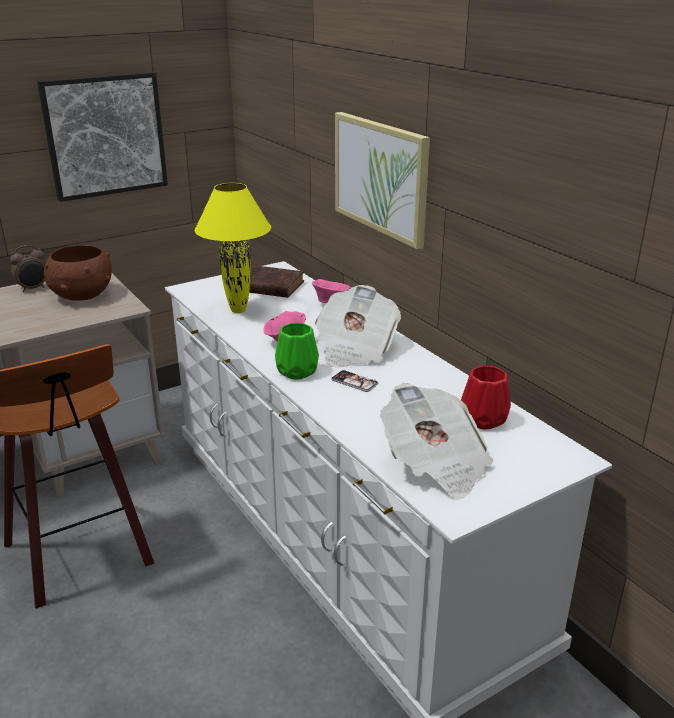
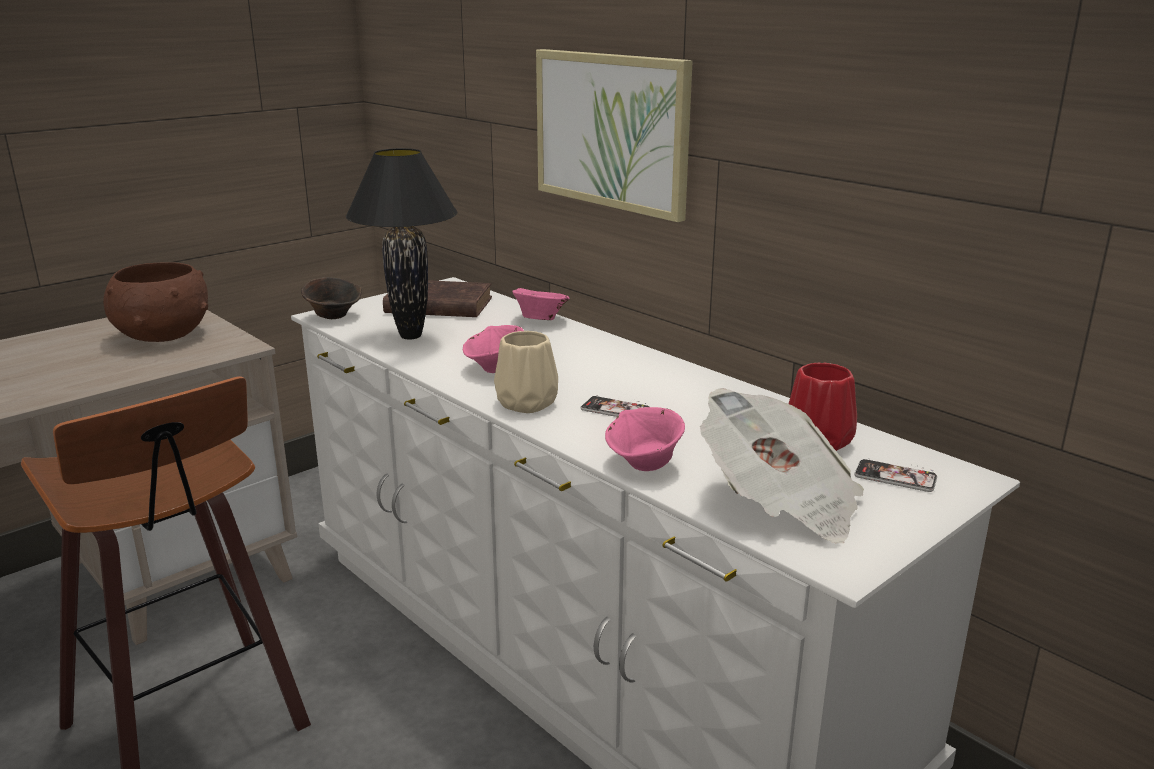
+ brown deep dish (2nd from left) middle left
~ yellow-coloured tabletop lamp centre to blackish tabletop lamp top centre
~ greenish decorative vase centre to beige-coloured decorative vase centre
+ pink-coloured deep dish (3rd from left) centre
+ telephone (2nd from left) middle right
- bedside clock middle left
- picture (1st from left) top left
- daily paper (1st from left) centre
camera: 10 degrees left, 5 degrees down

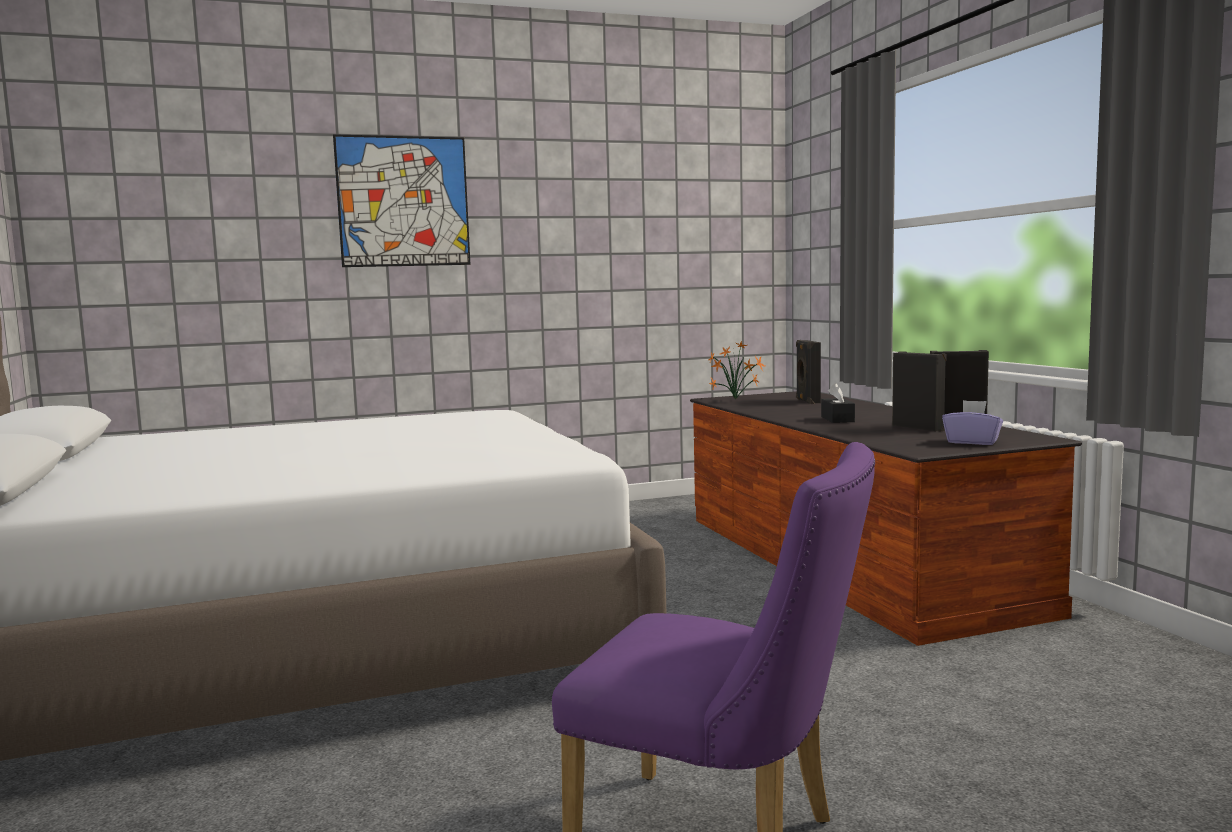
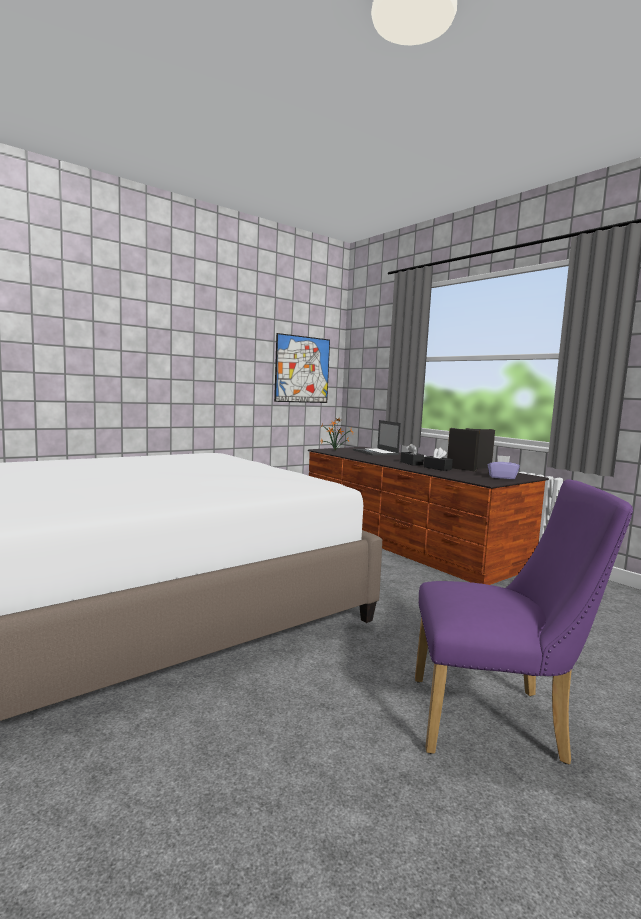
~ picture top left to centre
~ blackish speaker (1st from left) centre to portable computer centre
+ blackish tissue box (2nd from left) middle right
camera: 20 degrees left, 0 degrees up

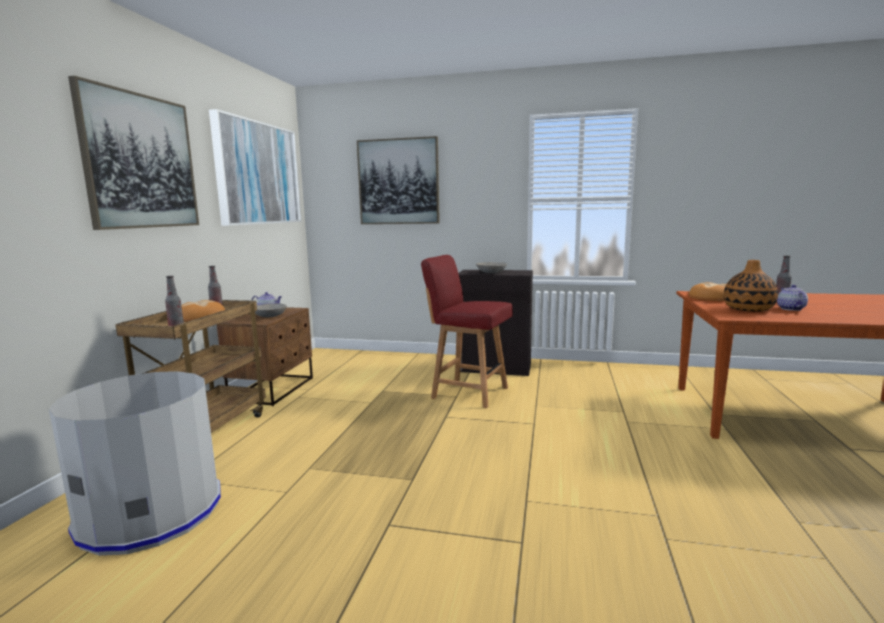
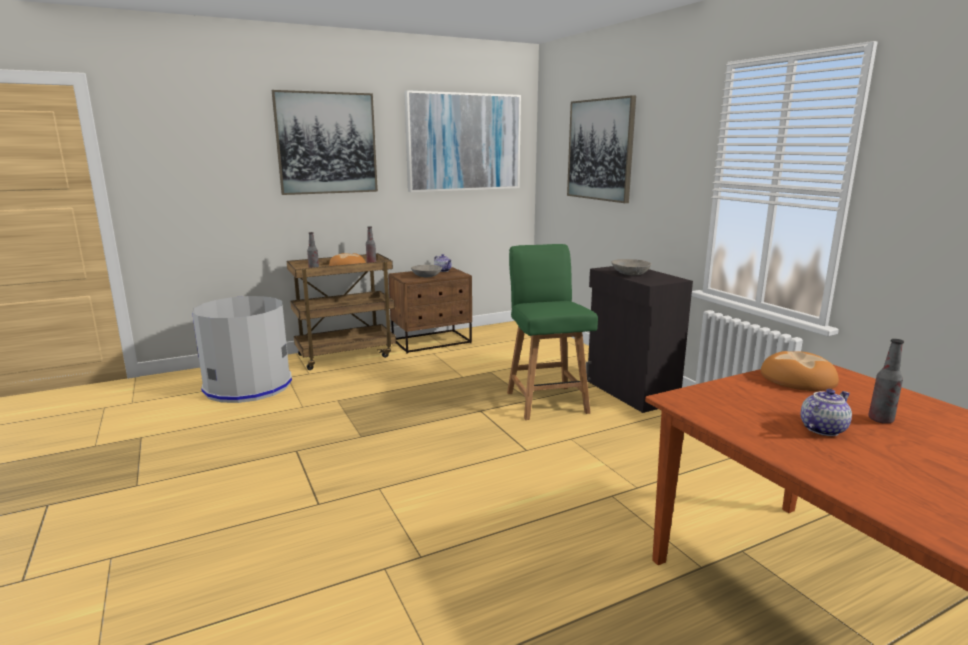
~ red-coloured chair centre to greenish chair centre
- decorative vase middle right
camera: 50 degrees right, 5 degrees up

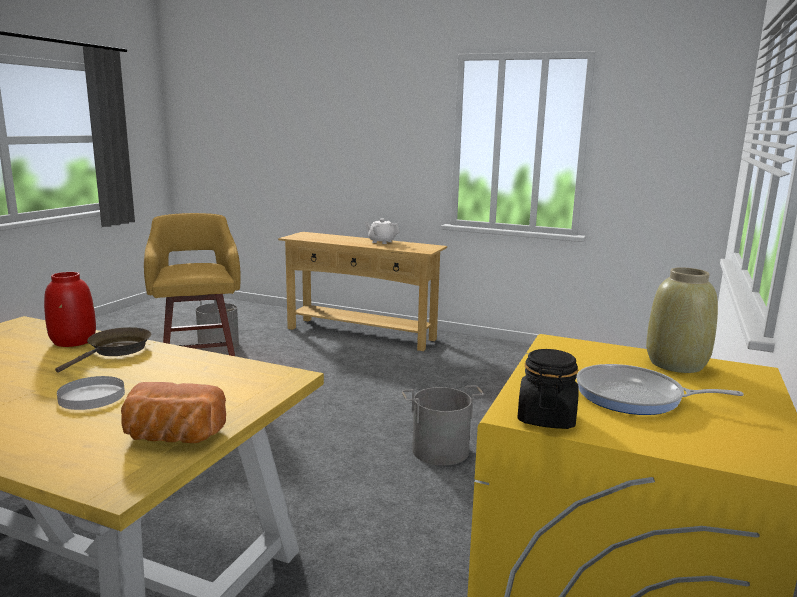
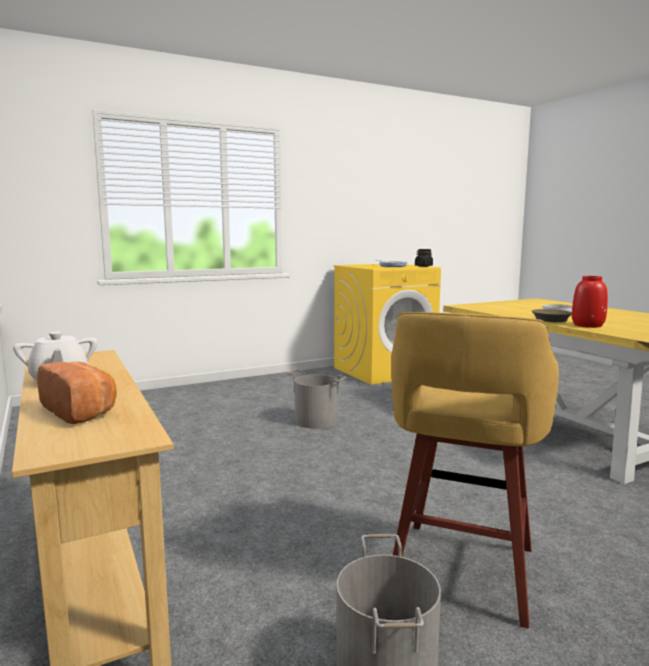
~ baked bread bottom left to middle left
- beige-coloured decorative vase middle right
camera: 140 degrees left, 5 degrees down

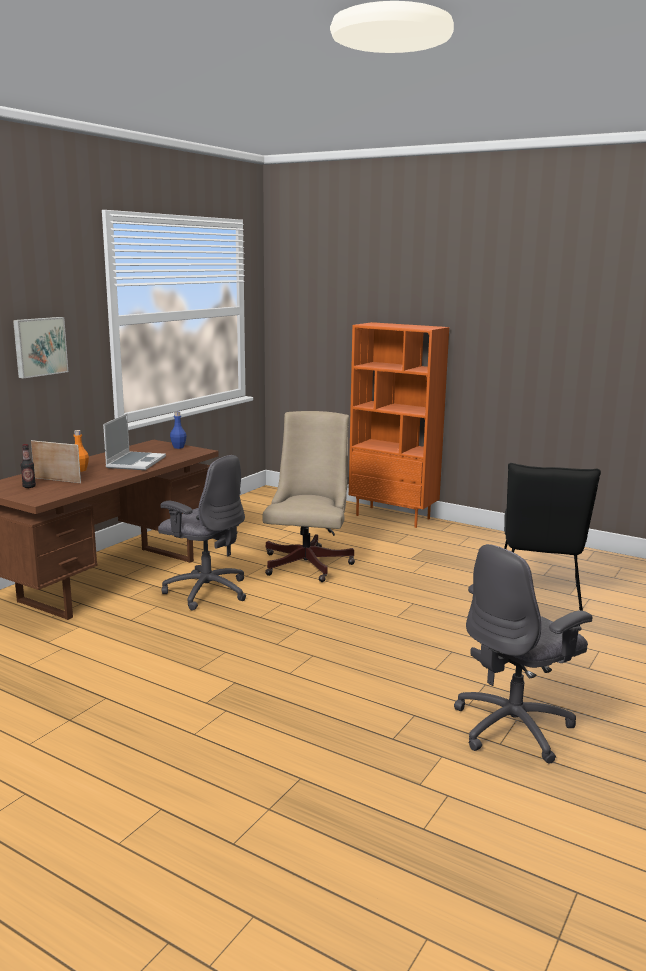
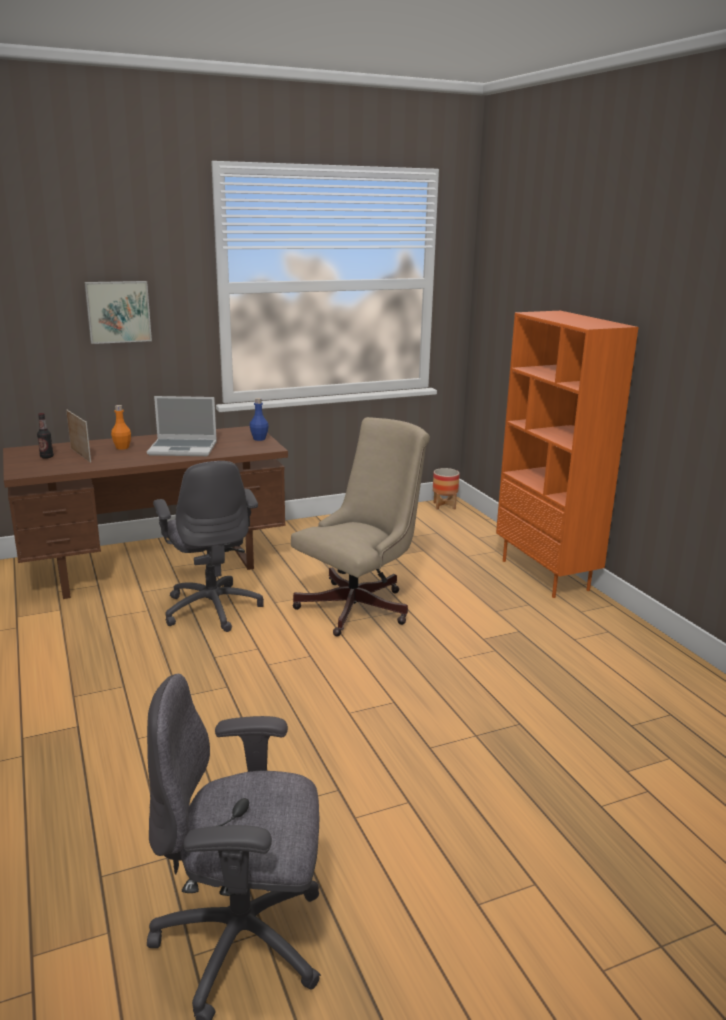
~ portable computer middle left = middle left 45 degrees clockwise
+ plant pot centre
- blackish chair middle right
camera: 35 degrees right, 5 degrees up

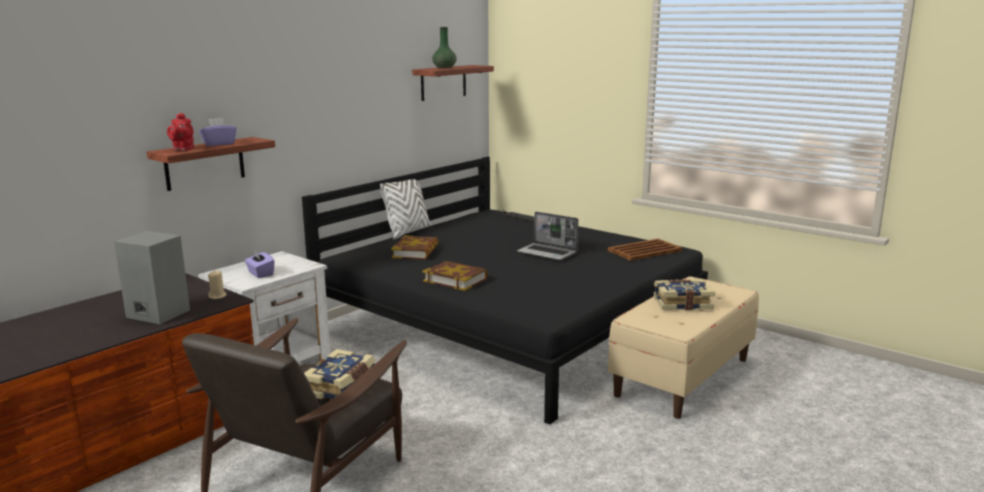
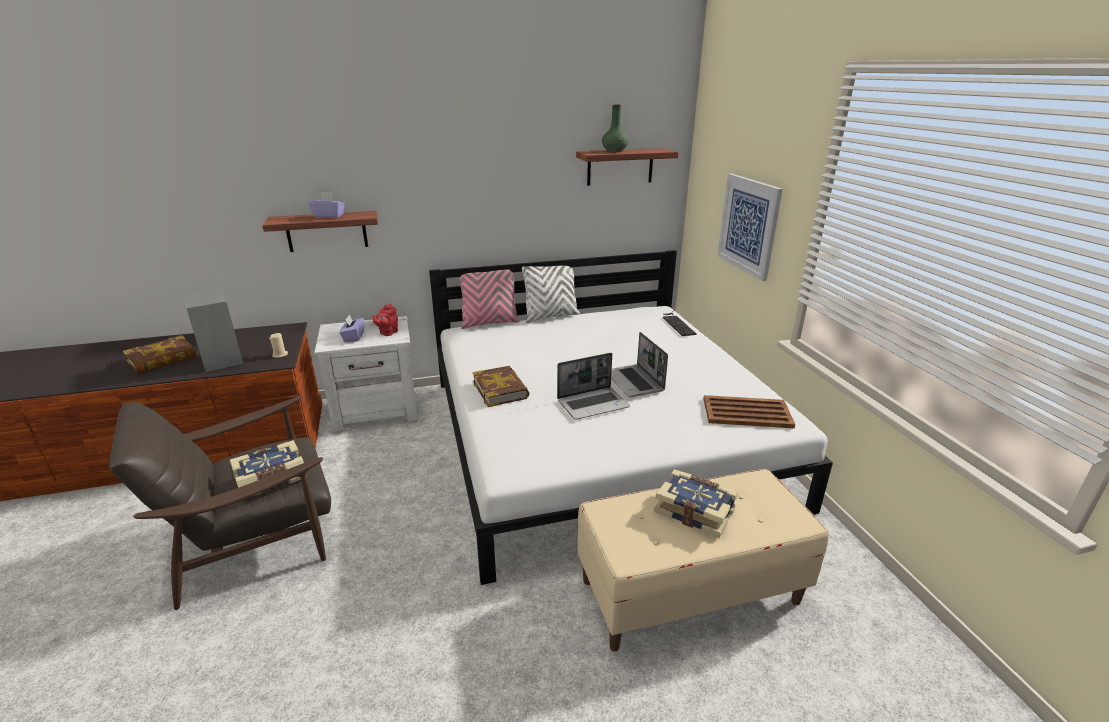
~ book (2nd from left in the first image) centre to book (1st from left) middle left
~ red-coloured tea pot top left to centre
~ blackish bed centre to white bed centre
+ pink-coloured pillow centre
+ portable computer (1st from left) centre
+ picture top right
camera: 35 degrees right, 10 degrees up

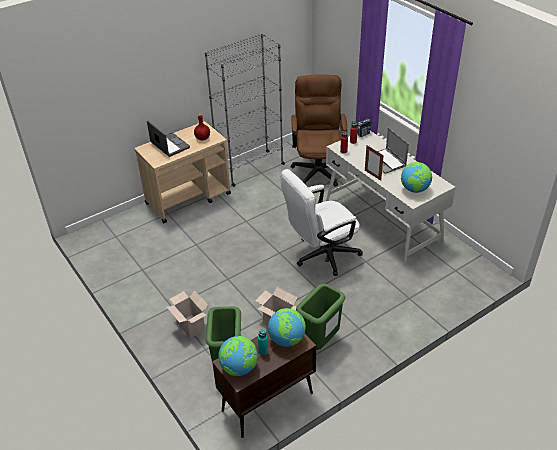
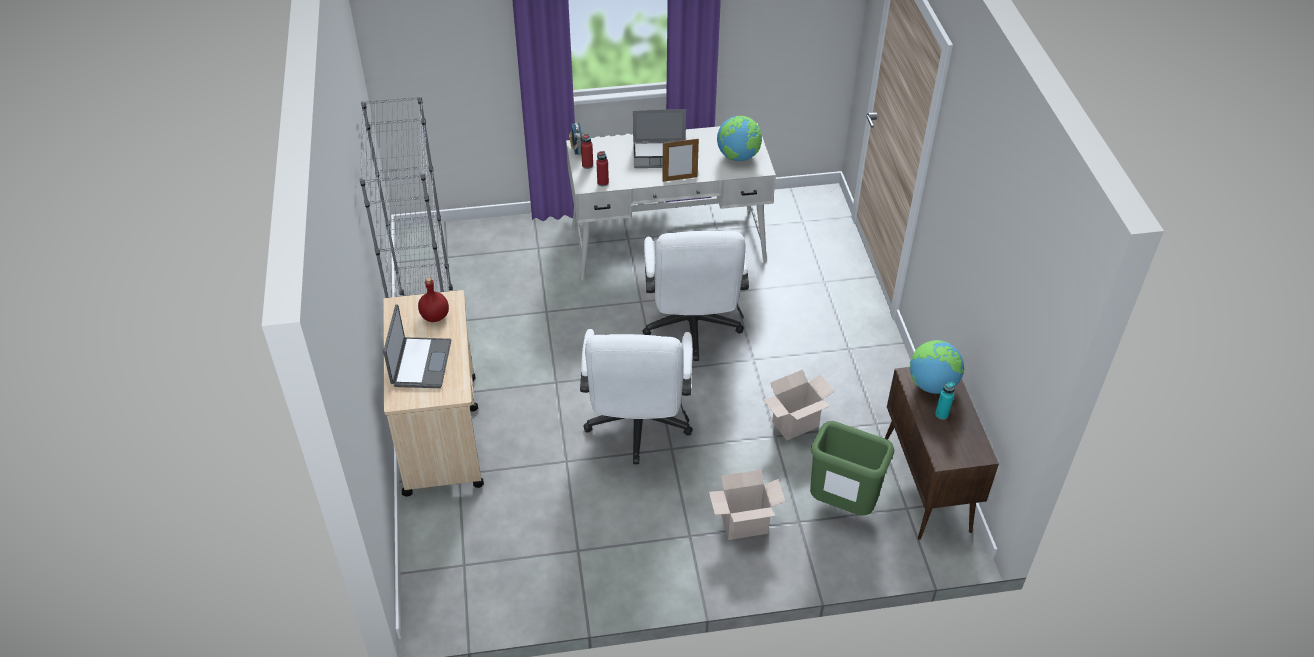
~ portable computer (1st from left) top left = middle left 105 degrees clockwise
+ white desk chair (1st from left) centre
- desk globe (1st from left) bottom centre
- brown desk chair top centre
- greenish waste bin (2nd from left) bottom centre
camera: 65 degrees left, 5 degrees up

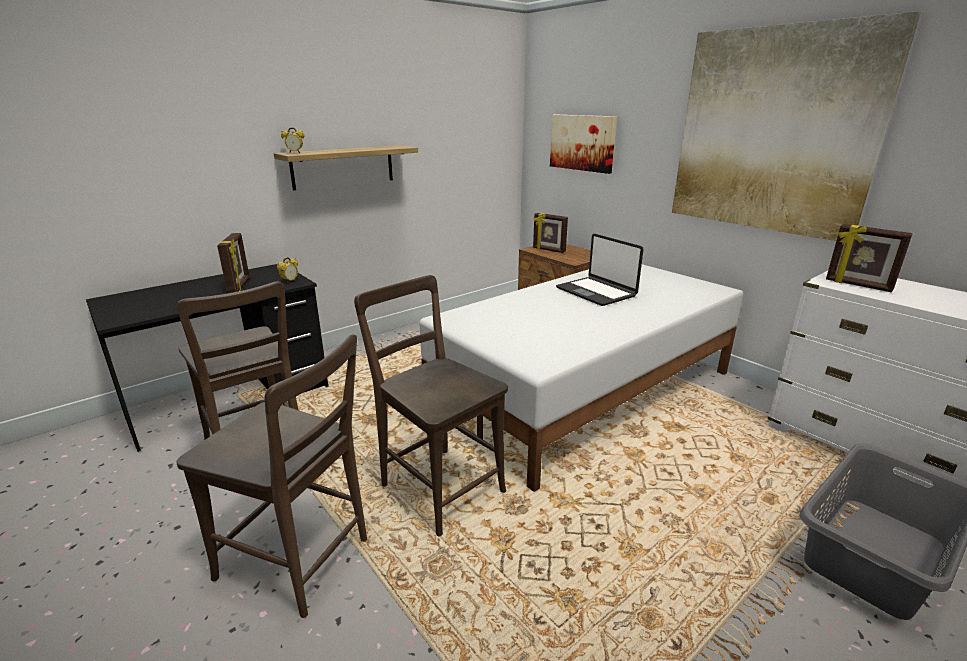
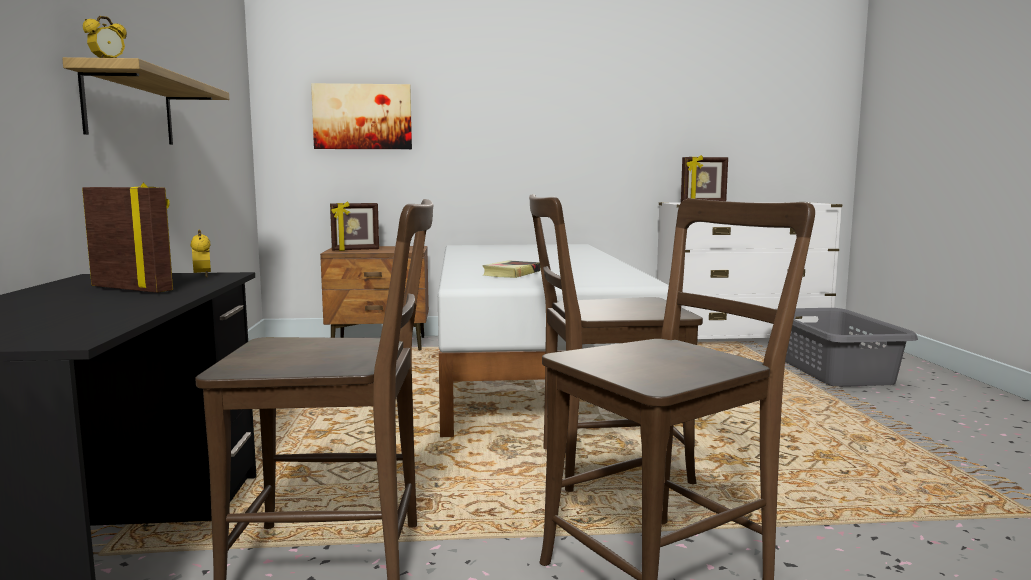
+ book centre
- portable computer centre
- picture (2nd from left) top right
camera: 55 degrees left, 15 degrees down

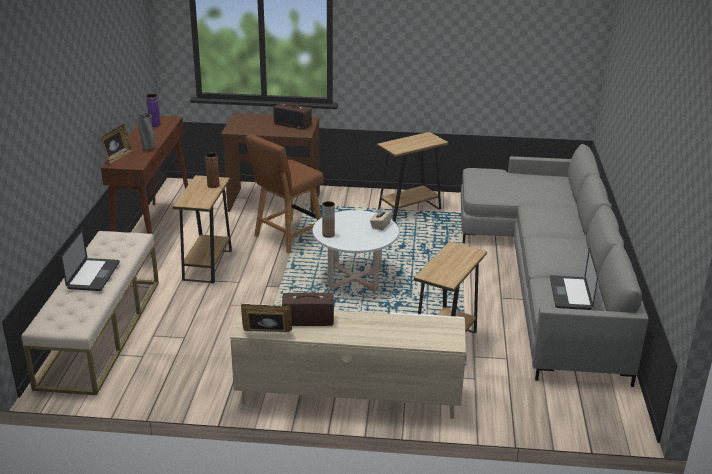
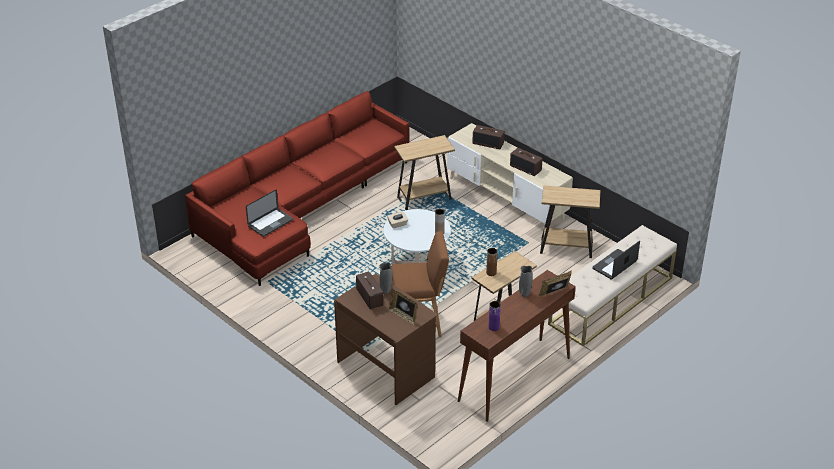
~ gray sofa middle right to red-coloured sofa centre
~ portable computer (2nd from left in the first image) middle right to portable computer (1st from left) middle left
+ gray decorative vase (1st from left) centre
~ picture frame (2nd from left in the first image) bottom centre to picture frame (1st from left) centre
+ radio set (2nd from left) top centre
~ brown end table (2nd from left in the first image) centre to brown end table (3rd from left) middle right
camera: 140 degrees left, 10 degrees up

